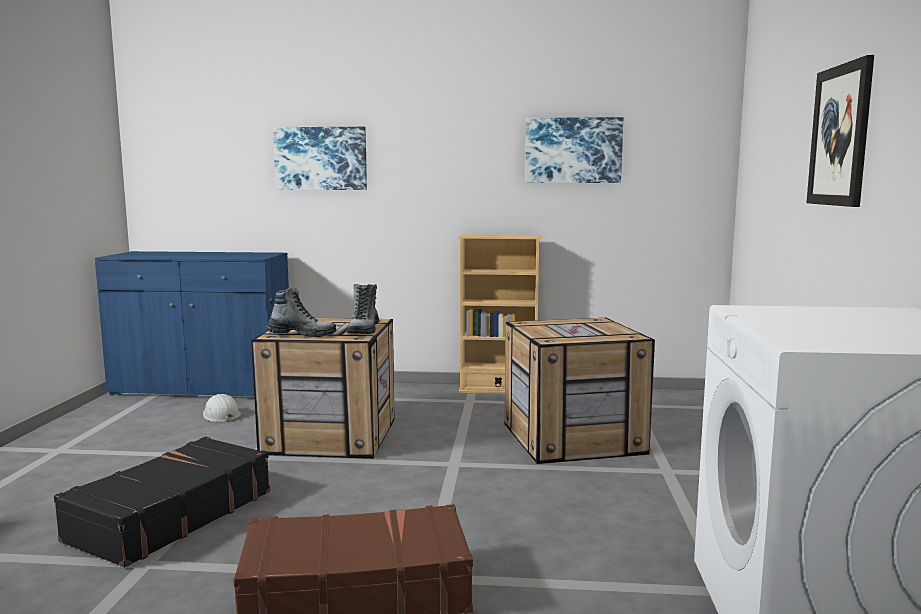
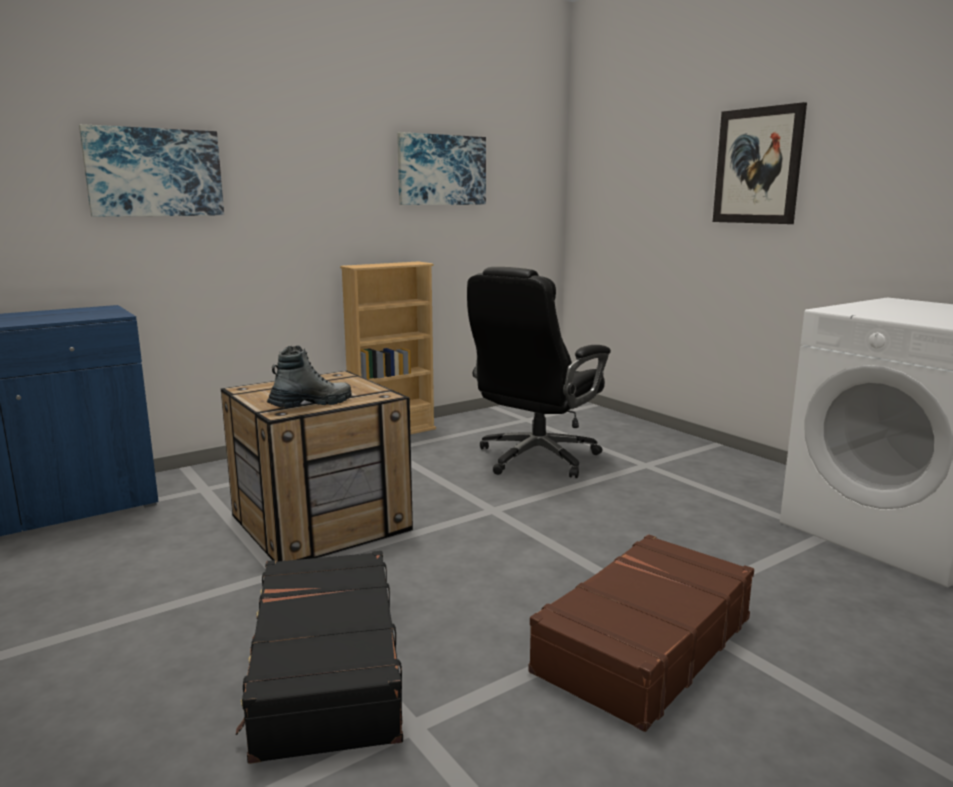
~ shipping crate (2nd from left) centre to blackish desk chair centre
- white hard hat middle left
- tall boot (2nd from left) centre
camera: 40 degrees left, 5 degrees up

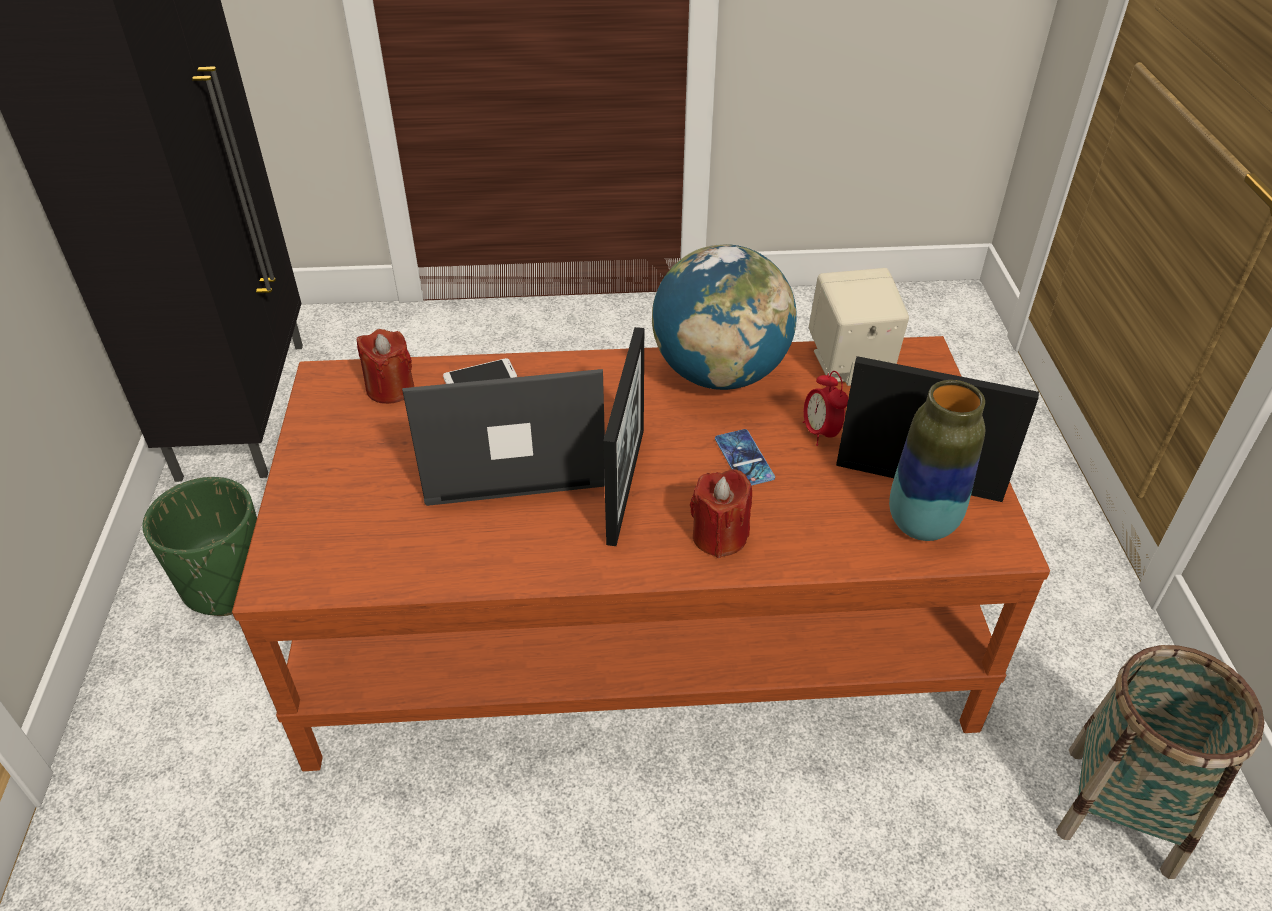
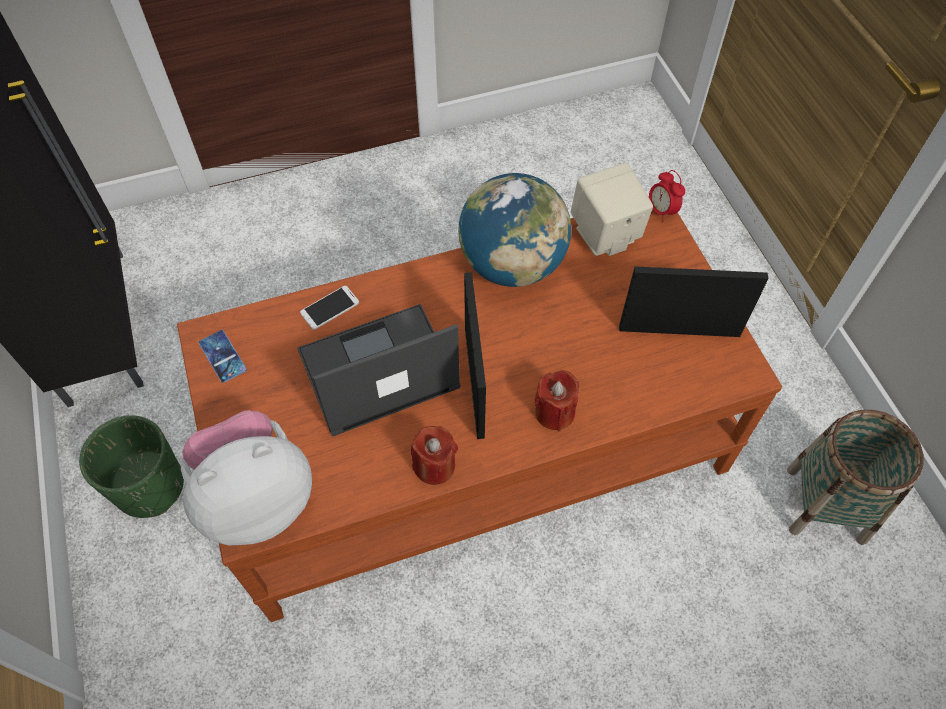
+ plush toy bottom left
~ telephone (2nd from left in the first image) centre to telephone (1st from left) middle left
~ red-coloured candle (1st from left) middle left to centre
~ bedside clock centre to top right
- decorative vase middle right
camera: 15 degrees left, 15 degrees up

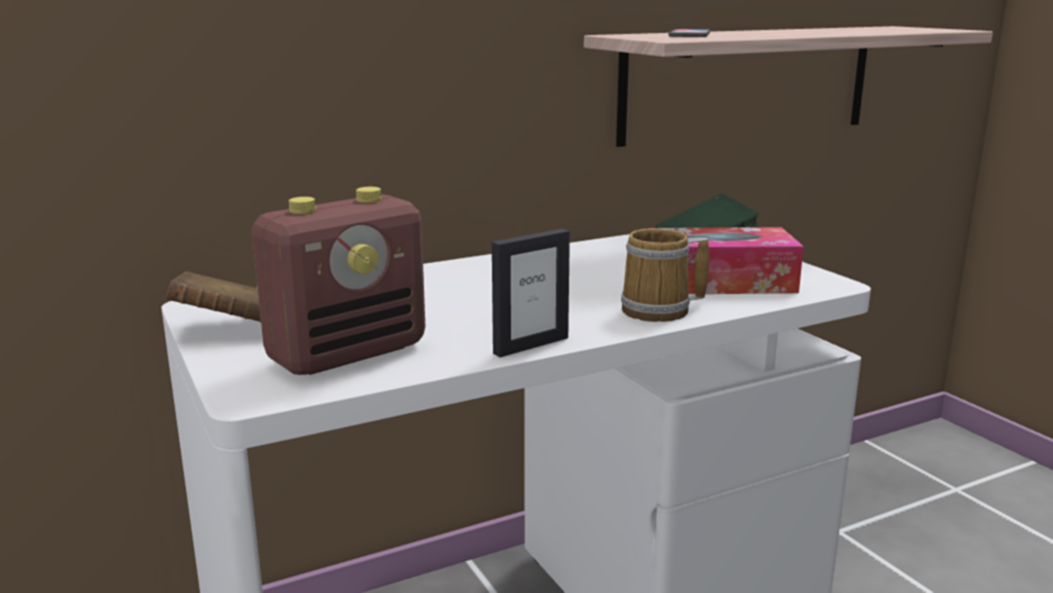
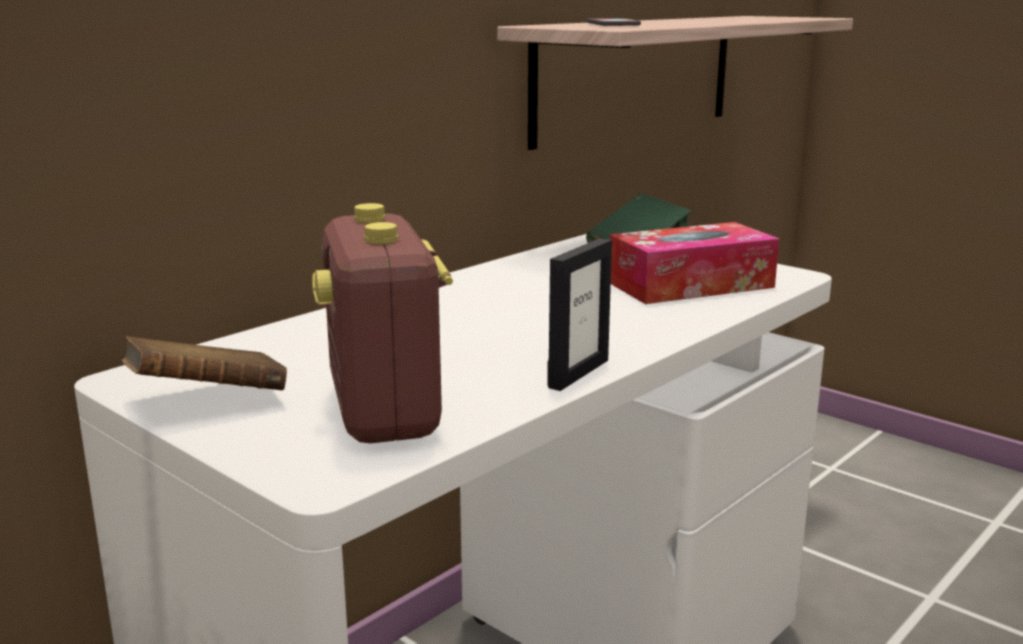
~ radio set middle left = centre 135 degrees clockwise
- tea mug centre
camera: 20 degrees left, 0 degrees up

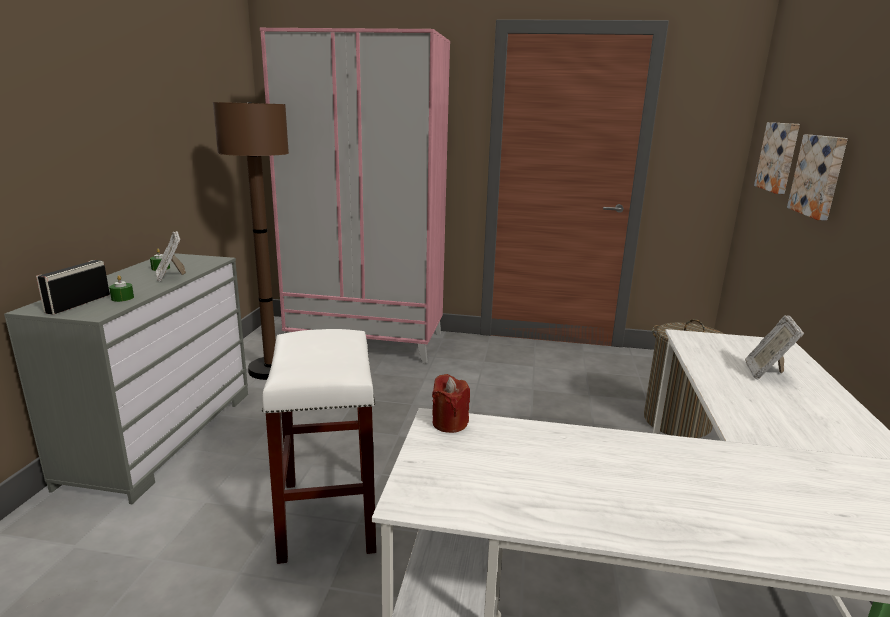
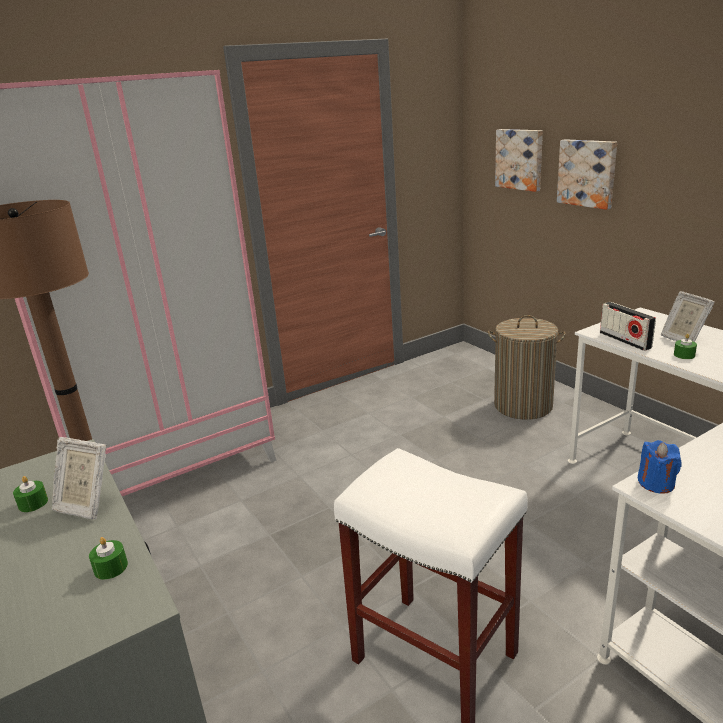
~ radio set middle left to middle right
~ red-coloured candle centre to blue-coloured candle middle right
+ greenish candle (3rd from left) middle right
camera: 40 degrees left, 5 degrees up

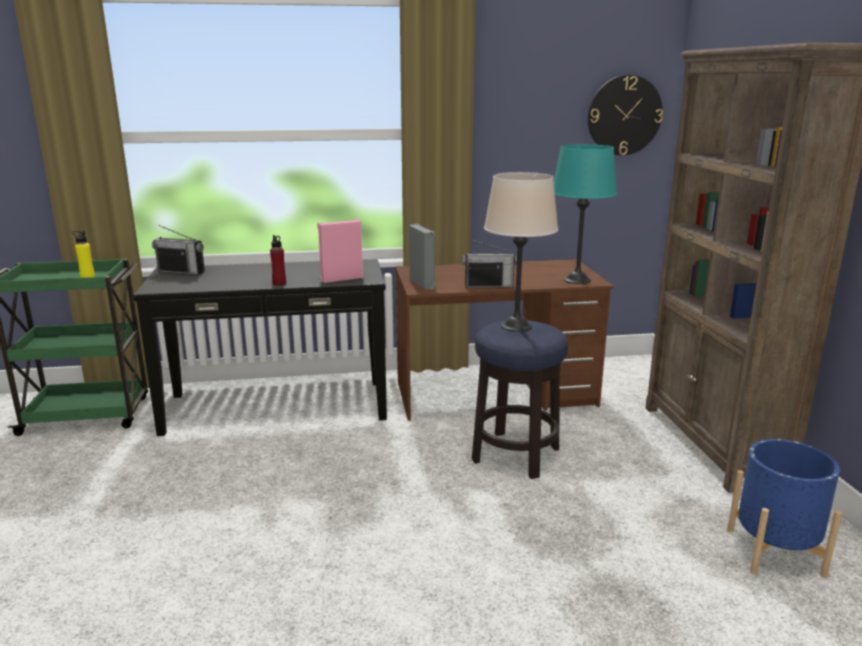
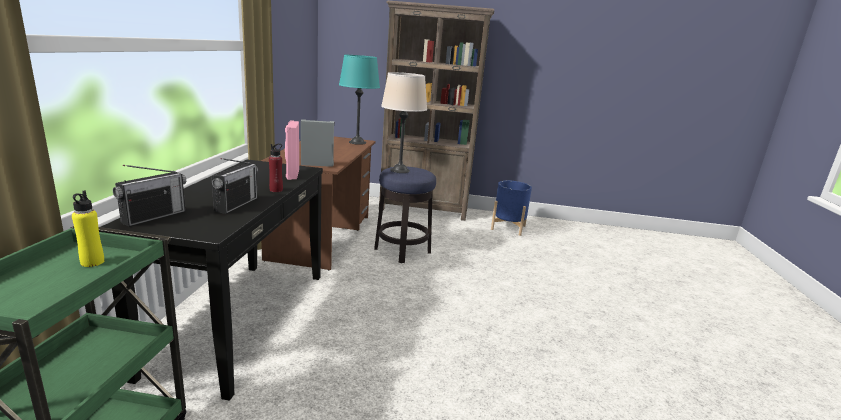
~ radio set (2nd from left) centre to middle left
- hanging clock top right
camera: 75 degrees left, 0 degrees up

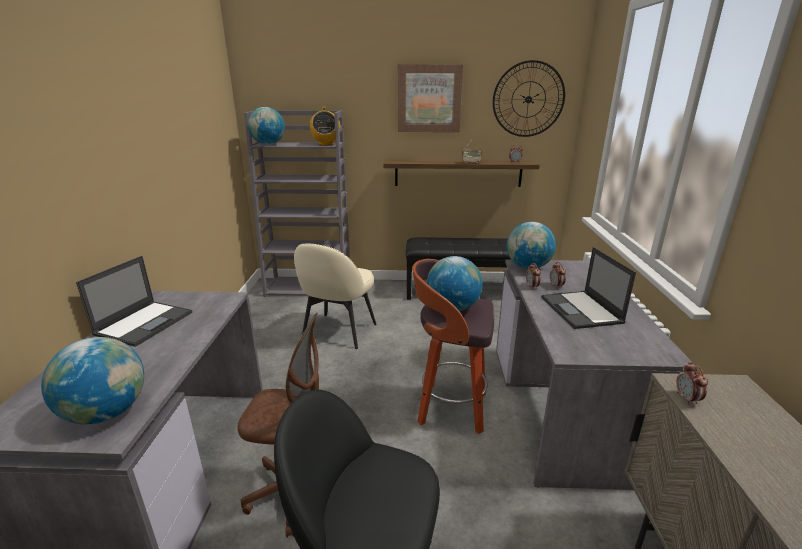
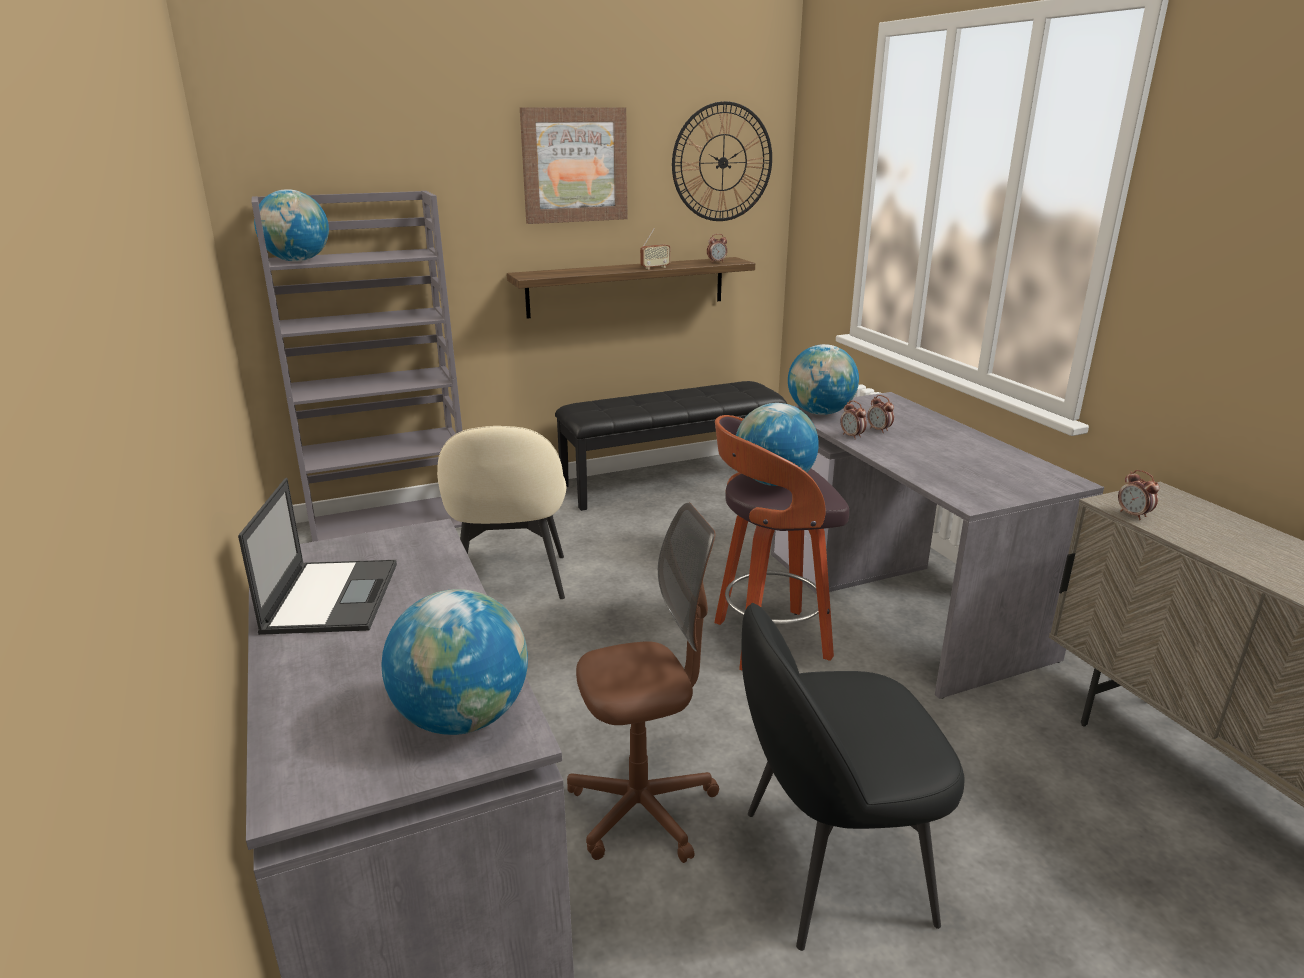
- radio set (1st from left) top centre
- portable computer (2nd from left) middle right
camera: 25 degrees left, 0 degrees up

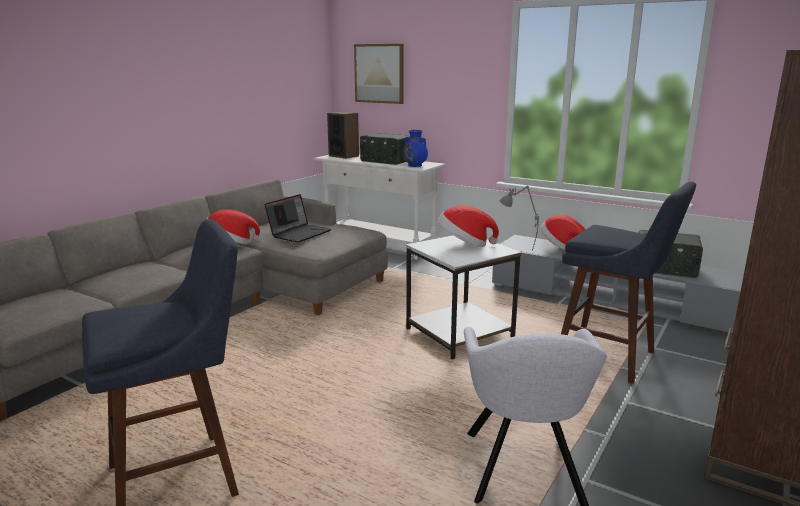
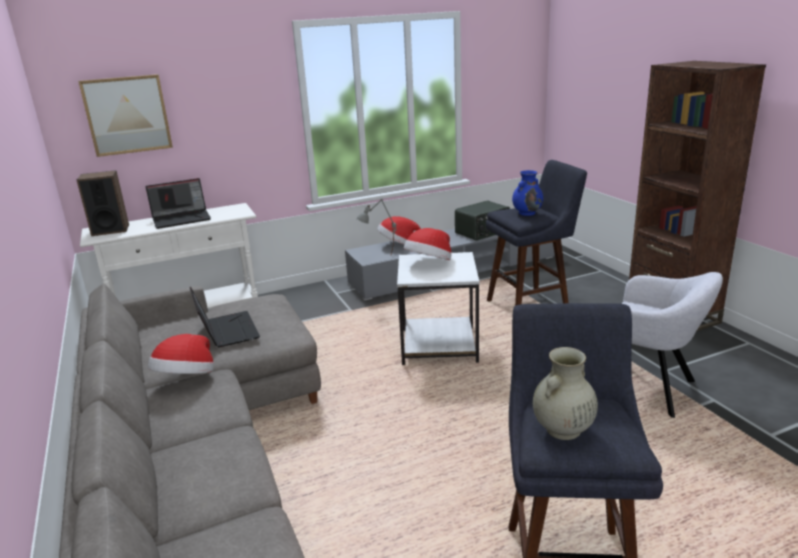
~ radio set (1st from left) top centre to portable computer (1st from left) middle left
~ blue-coloured decorative vase top centre to centre
+ beige-coloured decorative vase bottom right
camera: 55 degrees left, 5 degrees up

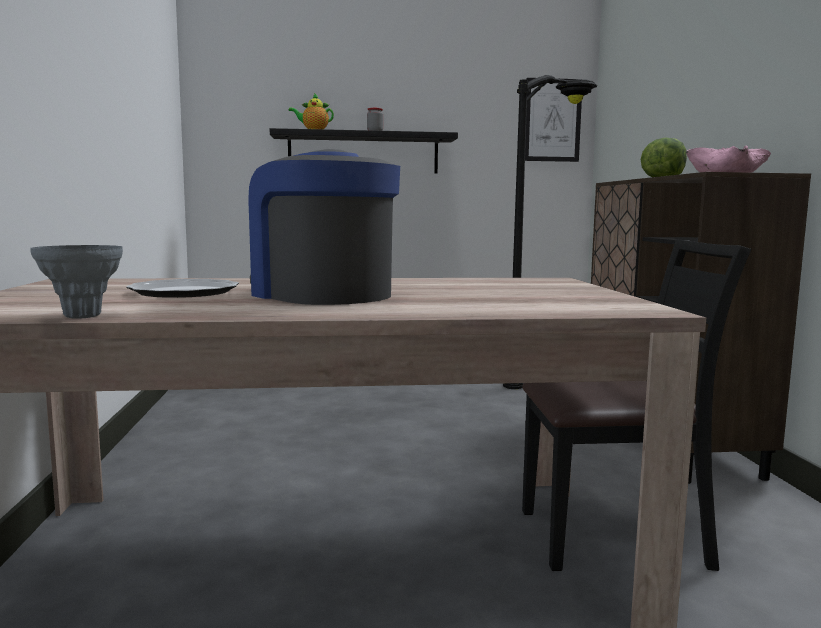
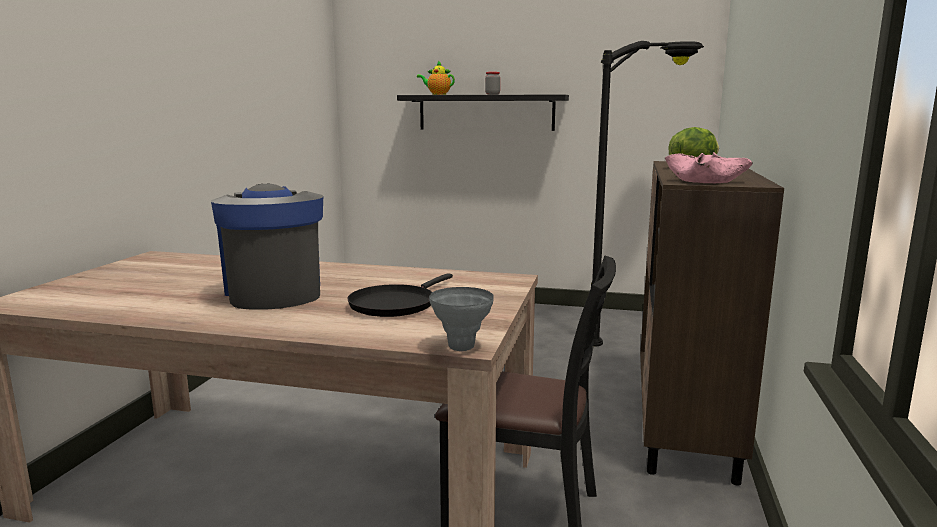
+ blackish frying pan centre
~ gray decorative vase middle left to centre
- flat dish middle left
- picture top right
camera: 20 degrees right, 5 degrees up

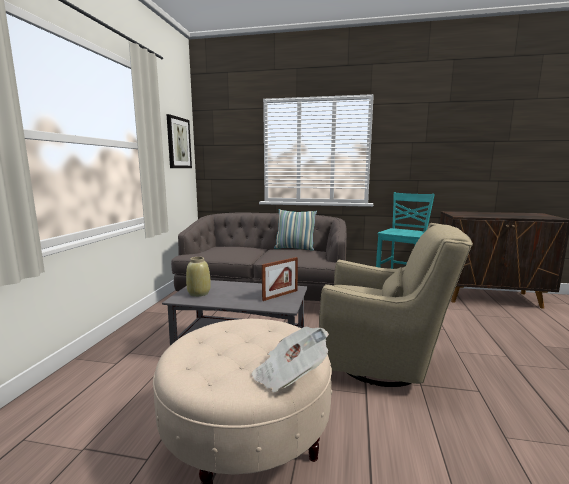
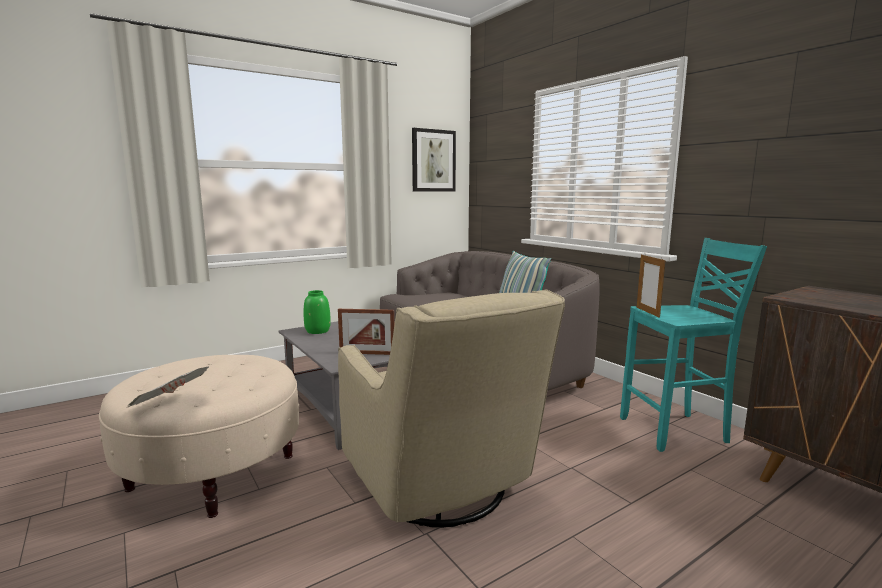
~ beige-coloured decorative vase centre to greenish decorative vase centre
+ picture frame (2nd from left) middle right
camera: 45 degrees right, 0 degrees up

